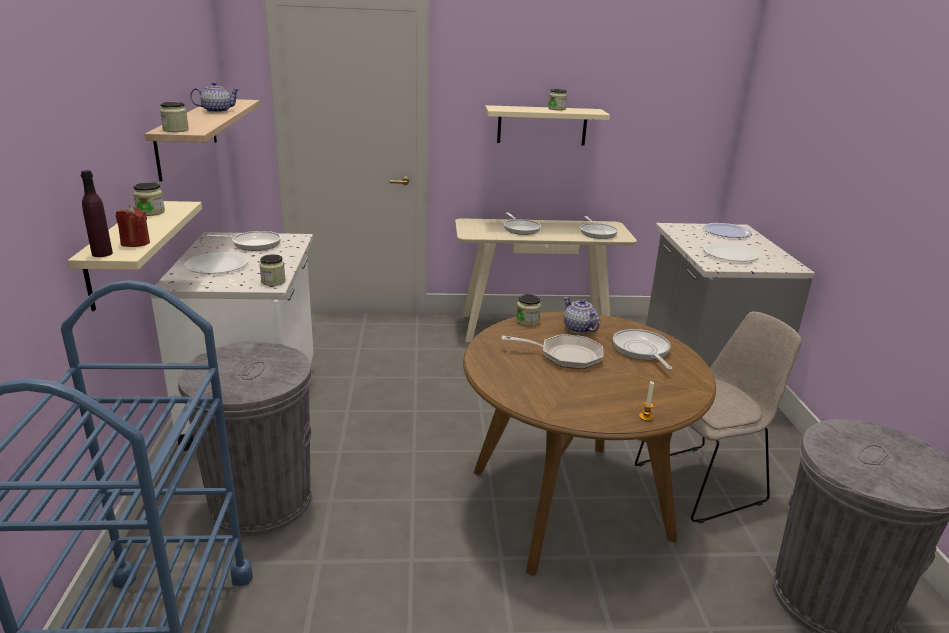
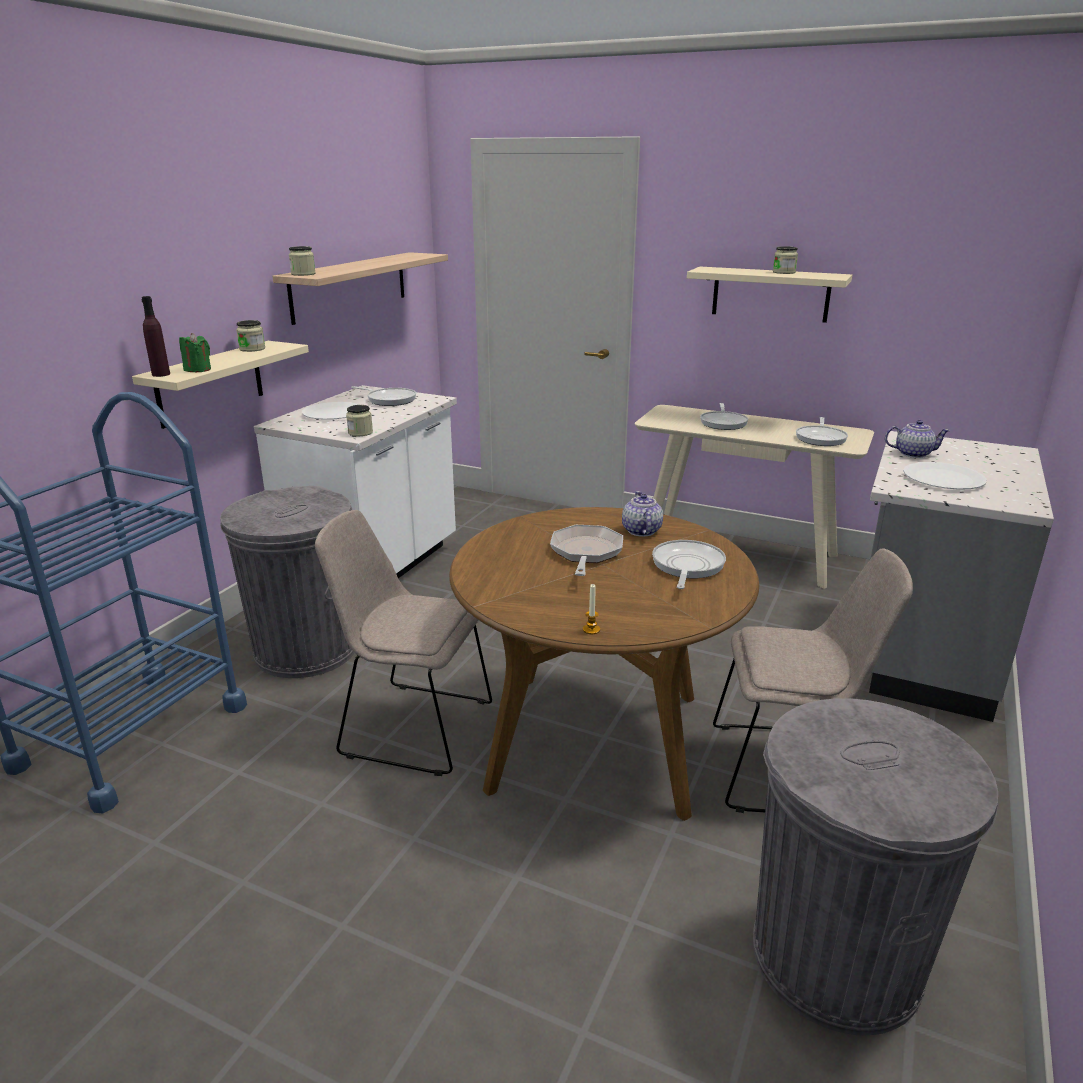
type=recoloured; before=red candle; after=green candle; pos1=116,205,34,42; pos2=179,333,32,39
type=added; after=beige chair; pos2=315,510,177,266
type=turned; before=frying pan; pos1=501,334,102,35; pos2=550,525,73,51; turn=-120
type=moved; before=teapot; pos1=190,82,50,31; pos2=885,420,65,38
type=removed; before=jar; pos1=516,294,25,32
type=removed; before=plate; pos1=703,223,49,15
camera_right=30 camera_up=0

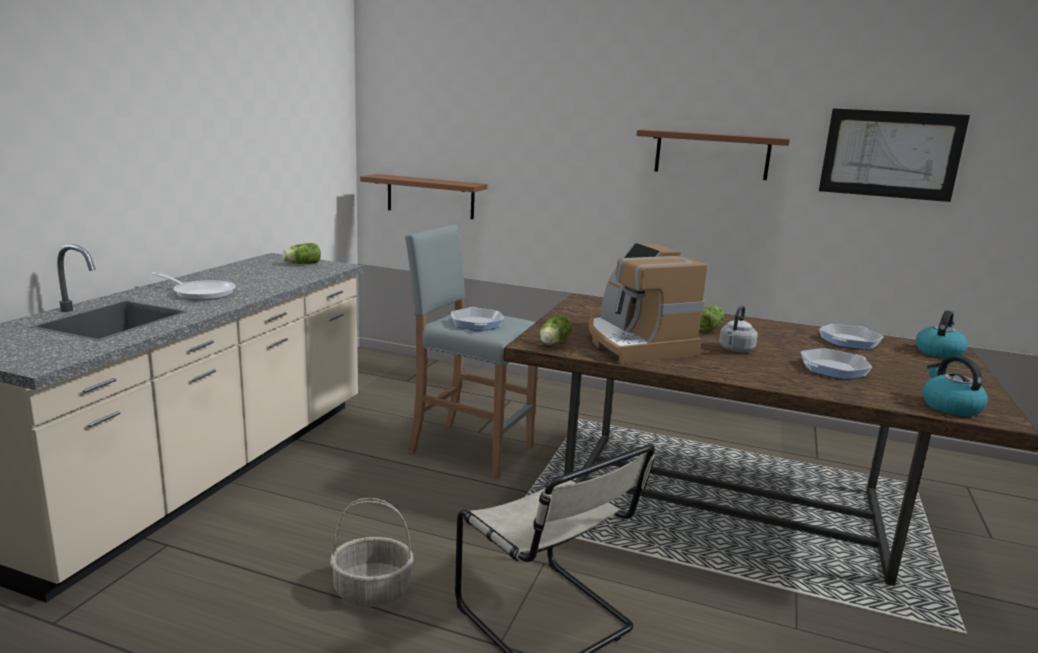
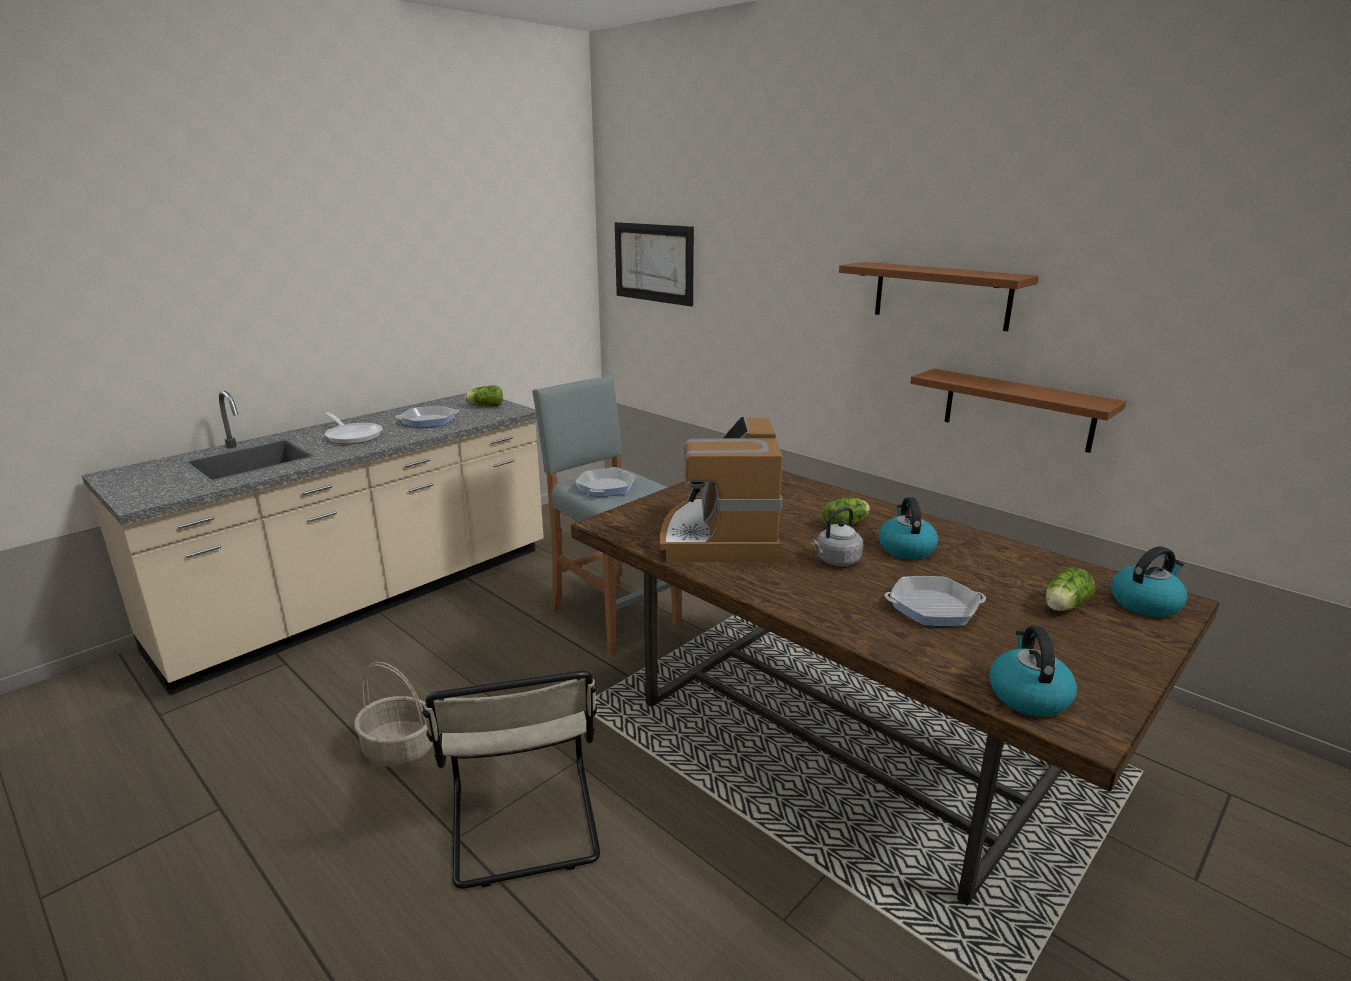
type=moved; before=frying pan; pos1=819,324,65,26; pos2=395,406,64,22
type=moved; before=picture; pos1=819,108,151,94; pos2=615,222,79,85
type=added; after=kettle; pos2=879,497,59,63
type=moved; before=brown shelf; pos1=360,174,127,45; pos2=910,369,216,84
type=moved; before=lettuce; pos1=540,315,32,30; pos2=1046,568,50,43
camera_right=25 camera_up=5

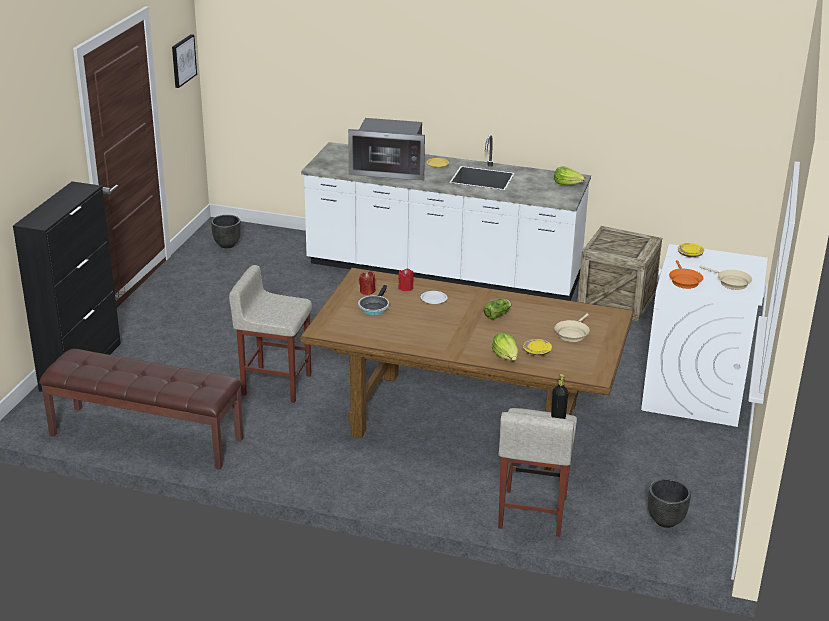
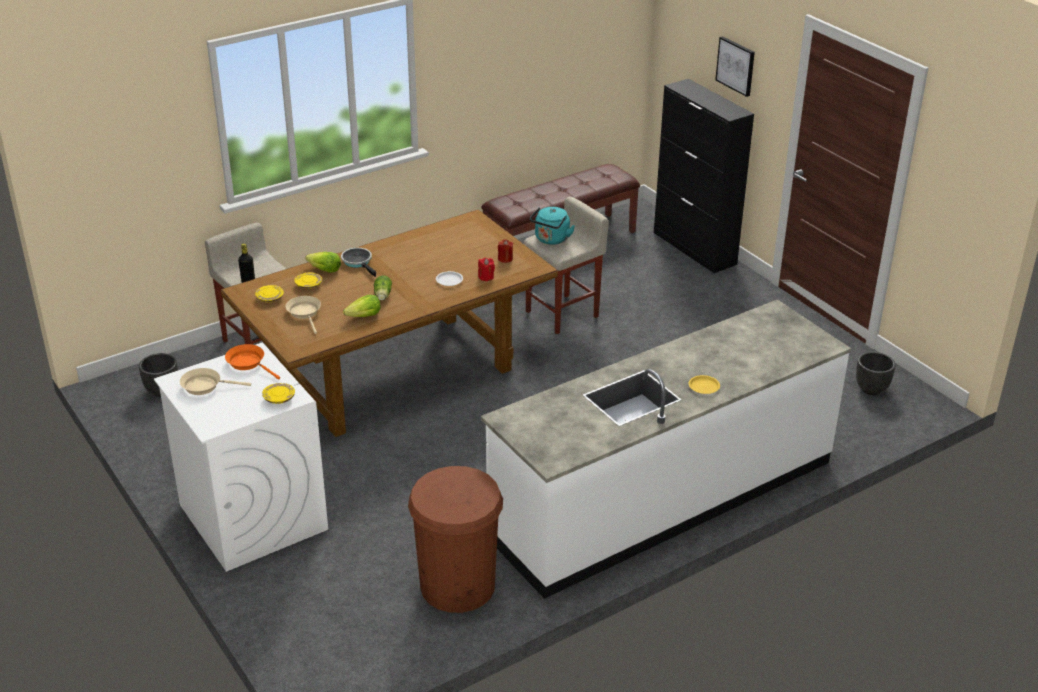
type=added; after=yellow plate; pos2=255,285,29,17
type=moved; before=frying pan; pos1=358,285,31,30; pos2=341,248,35,29
type=moved; before=lettuce; pos1=554,166,31,19; pos2=343,295,37,22
type=replaced; before=crate; after=brown trash can; pos1=577,226,85,96; pos2=408,466,95,147
type=added; after=turquoise kettle; pos2=530,207,45,38
type=moved; before=picture; pos1=172,34,25,54; pos2=715,36,40,61
type=removed; before=microwave; pos1=348,118,77,63
camera_right=130 camera_up=5

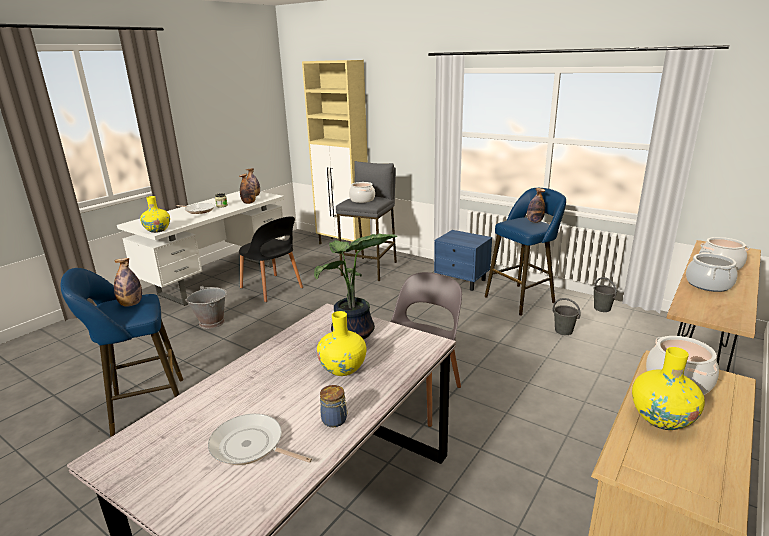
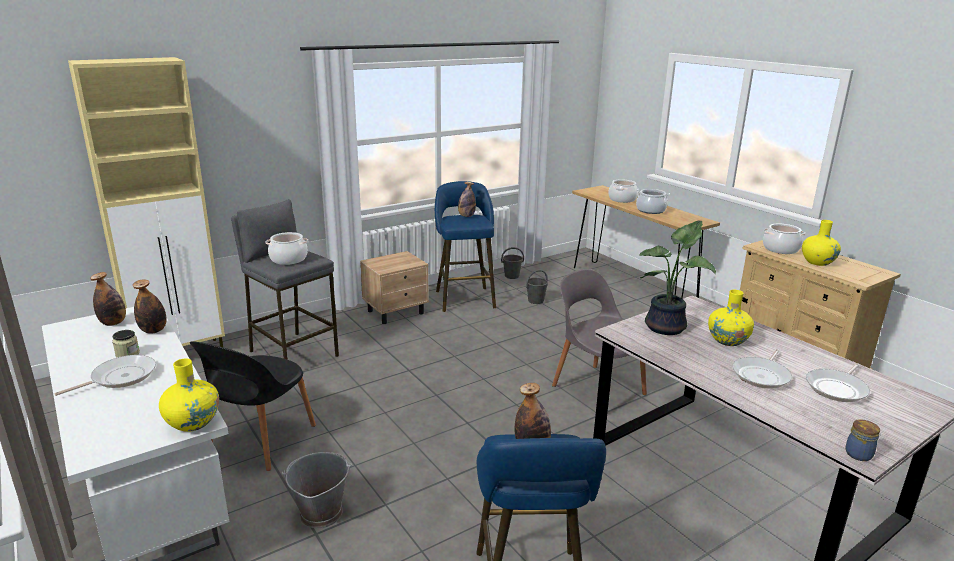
type=turned; before=black chair; pos1=239,216,64,86; pos2=190,341,126,130; turn=135
type=recoloured; before=blue nightstand; after=beige nightstand; pos1=434,230,58,61; pos2=360,251,69,73
type=added; after=frying pan; pos2=732,349,60,40
type=moved; before=jar; pos1=320,385,28,42; pos2=846,419,34,42
camera_right=-70 camera_up=0

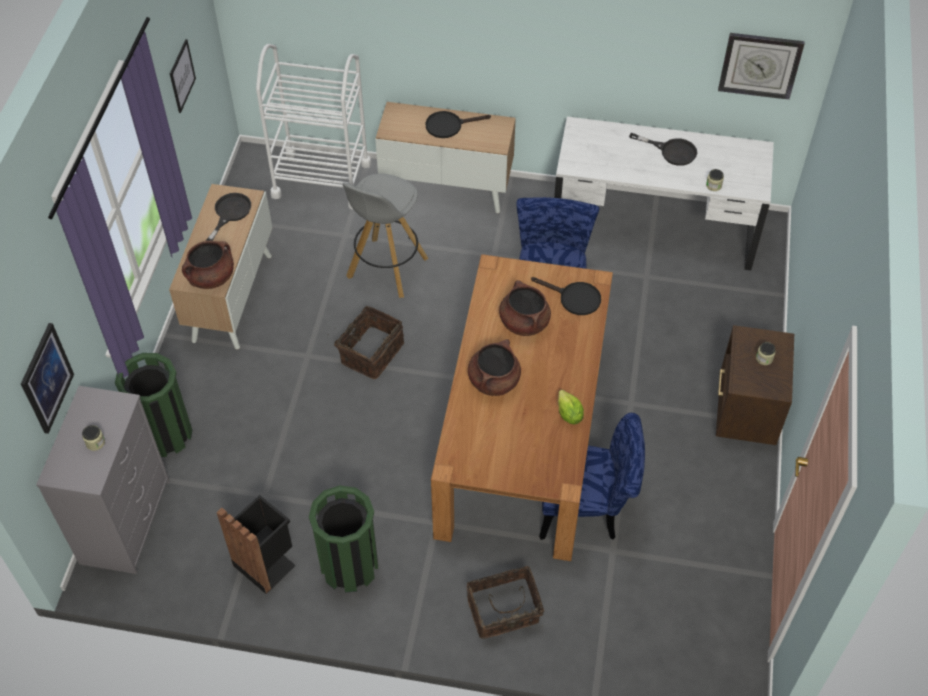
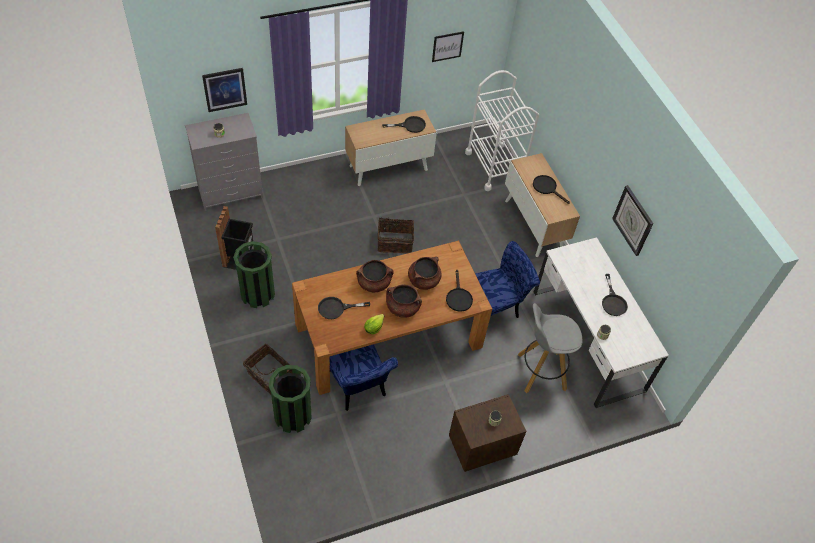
type=moved; before=green trash can; pos1=115,353,77,104; pos2=269,365,43,68
type=added; after=black frying pan; pos2=318,297,52,22
type=moved; before=brown cooking pot; pos1=182,241,52,48; pos2=386,284,36,34
type=moved; before=grey stool; pos1=343,173,86,125; pos2=518,303,64,90
type=moved; before=wall clock; pos1=718,33,87,67; pos2=612,185,42,71
camera_right=55 camera_up=0

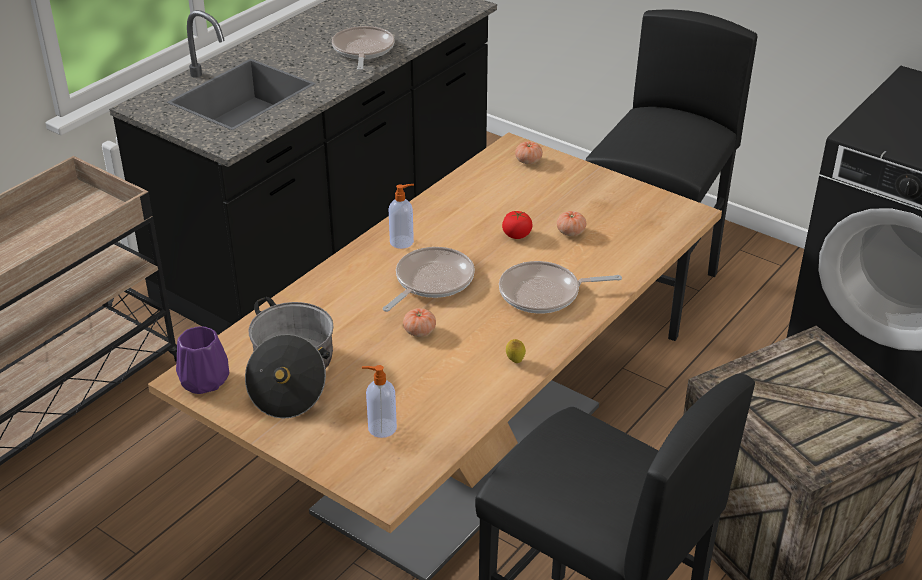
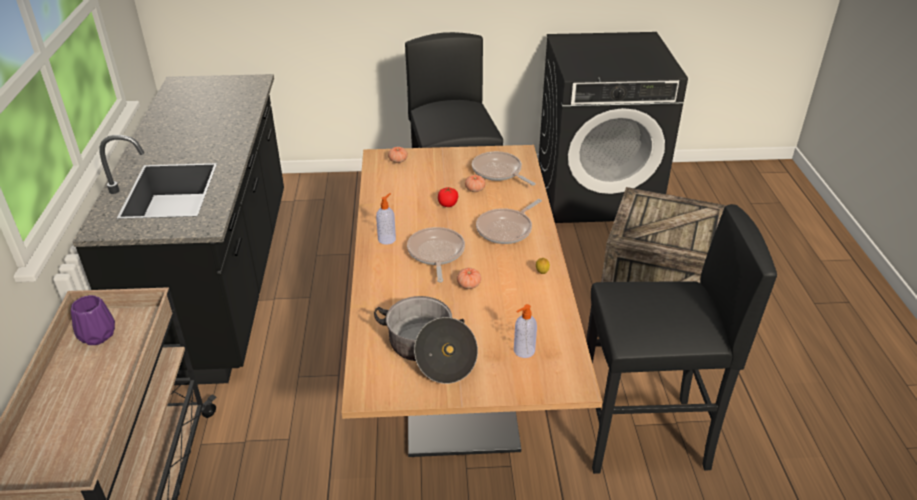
type=moved; before=purple vase; pos1=176,326,53,68; pos2=71,295,44,50
type=moved; before=frying pan; pos1=332,26,63,44; pos2=472,151,64,35
camera_right=-40 camera_up=0

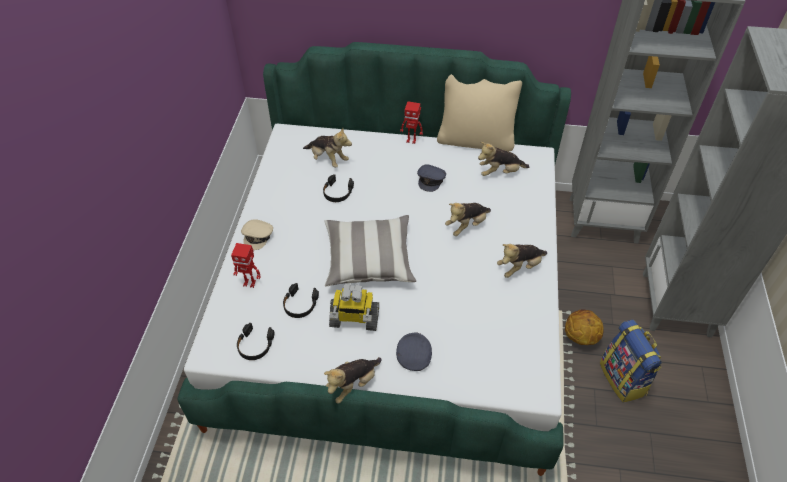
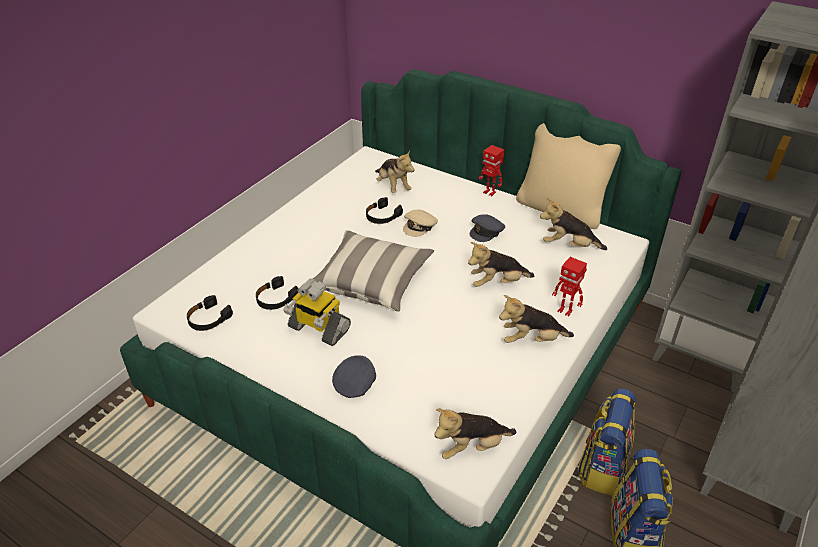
type=moved; before=beige cap; pos1=241,219,32,31; pos2=403,210,35,27
type=moved; before=plush toy; pos1=324,357,58,47; pos2=434,408,82,51
type=moved; before=toy robot; pos1=231,243,30,45; pos2=552,257,35,60
type=replaced; before=basketball; after=backpack; pos1=565,309,39,36; pos2=577,388,59,108
camera_right=25 camera_up=-10

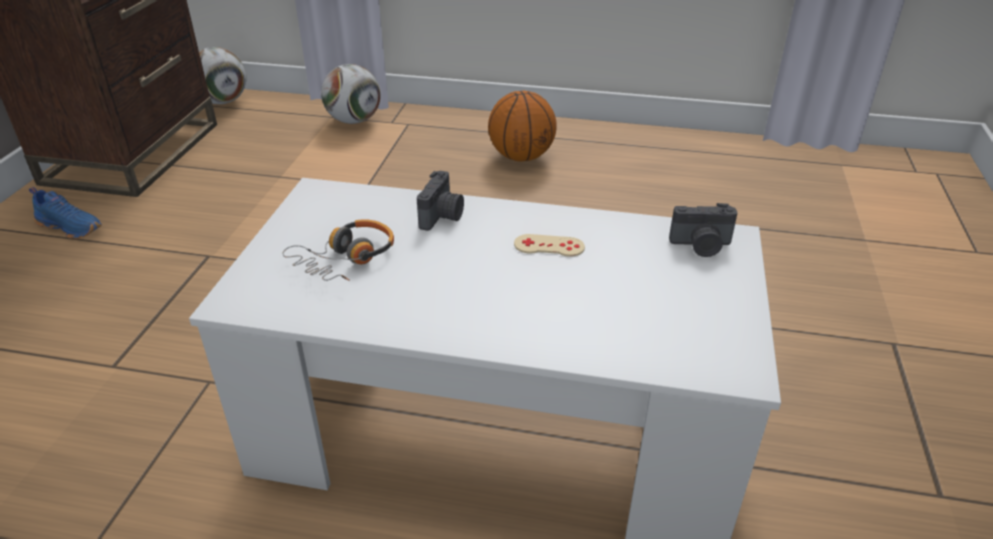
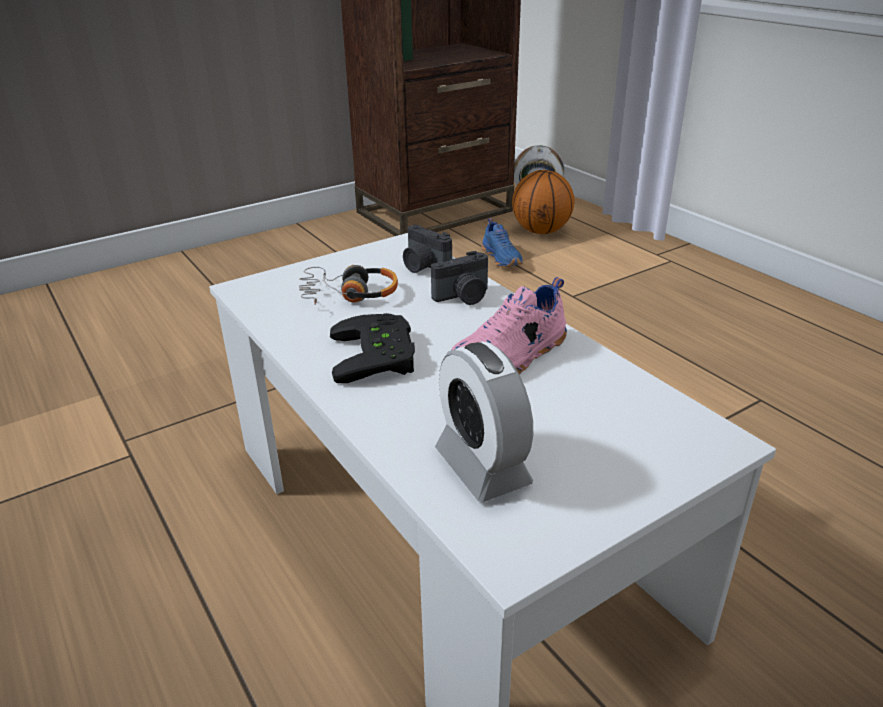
type=added; after=black game controller; pos2=330,313,85,70
type=moved; before=photo camera; pos1=669,203,68,54; pos2=403,225,49,48
type=added; after=alarm clock; pos2=435,342,98,160
type=replaced; before=beige game controller; after=pink shoe; pos1=514,234,71,23; pos2=452,277,115,98
type=moved; before=blue shoe; pos1=29,187,73,52; pos2=481,218,42,49
type=moved; before=basketball; pos1=488,91,69,71; pos2=512,170,63,64
type=removed; before=football; pos1=321,64,60,60
camera_right=45 camera_up=-5

